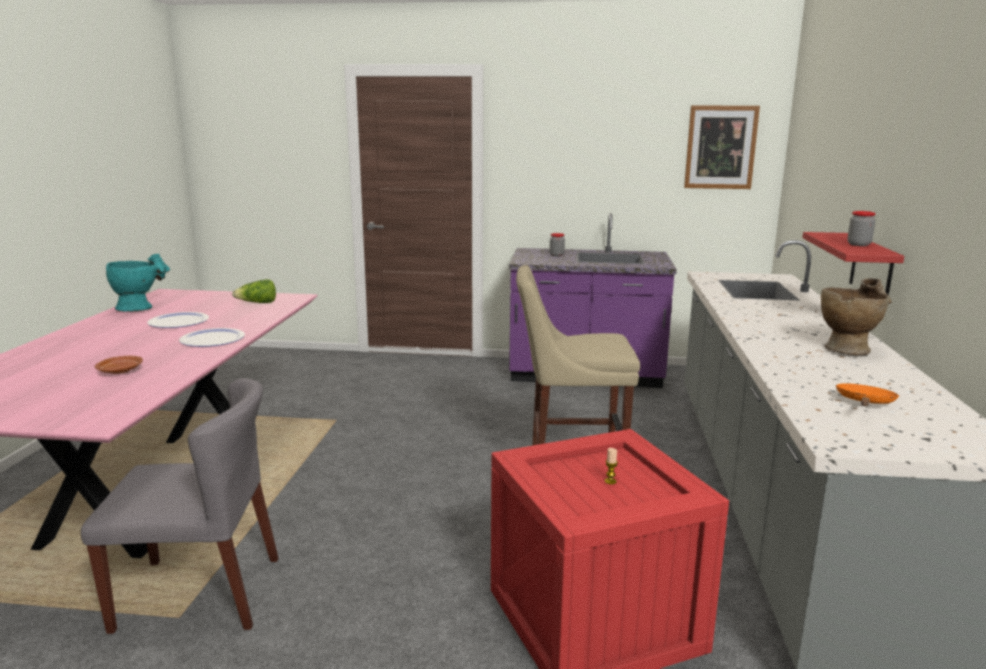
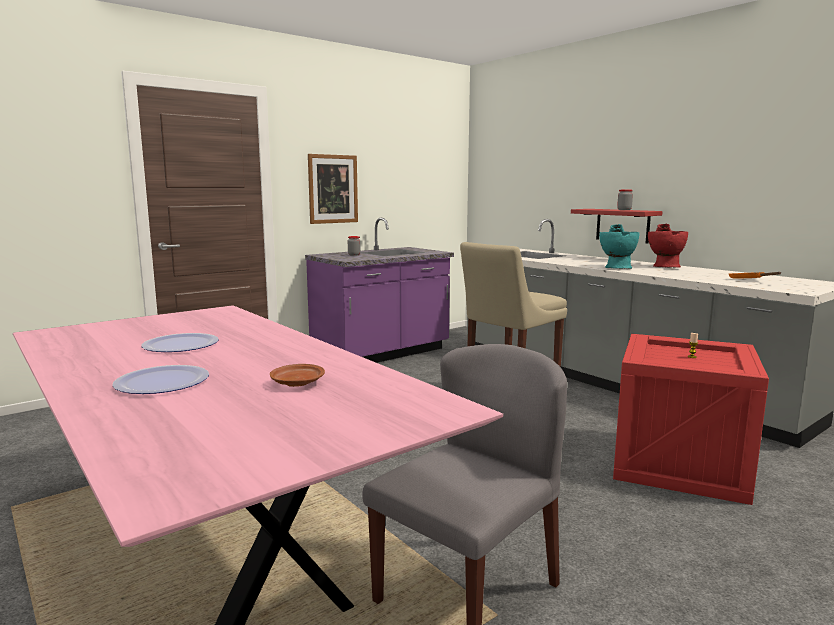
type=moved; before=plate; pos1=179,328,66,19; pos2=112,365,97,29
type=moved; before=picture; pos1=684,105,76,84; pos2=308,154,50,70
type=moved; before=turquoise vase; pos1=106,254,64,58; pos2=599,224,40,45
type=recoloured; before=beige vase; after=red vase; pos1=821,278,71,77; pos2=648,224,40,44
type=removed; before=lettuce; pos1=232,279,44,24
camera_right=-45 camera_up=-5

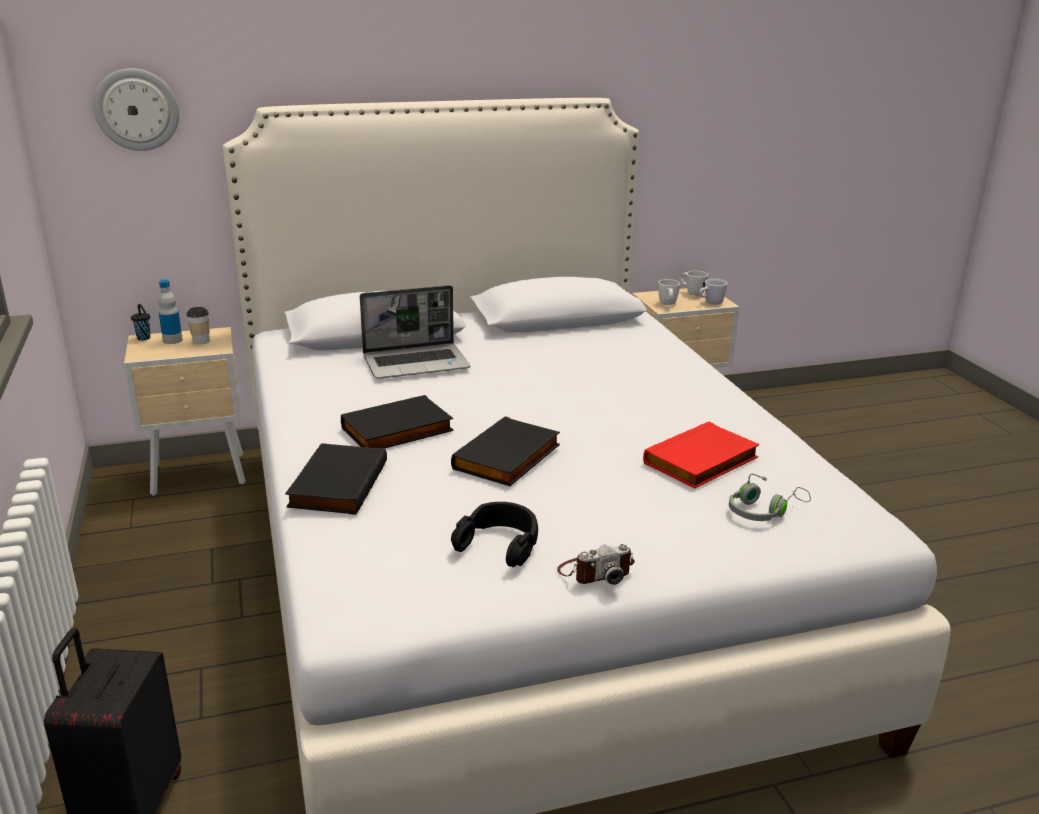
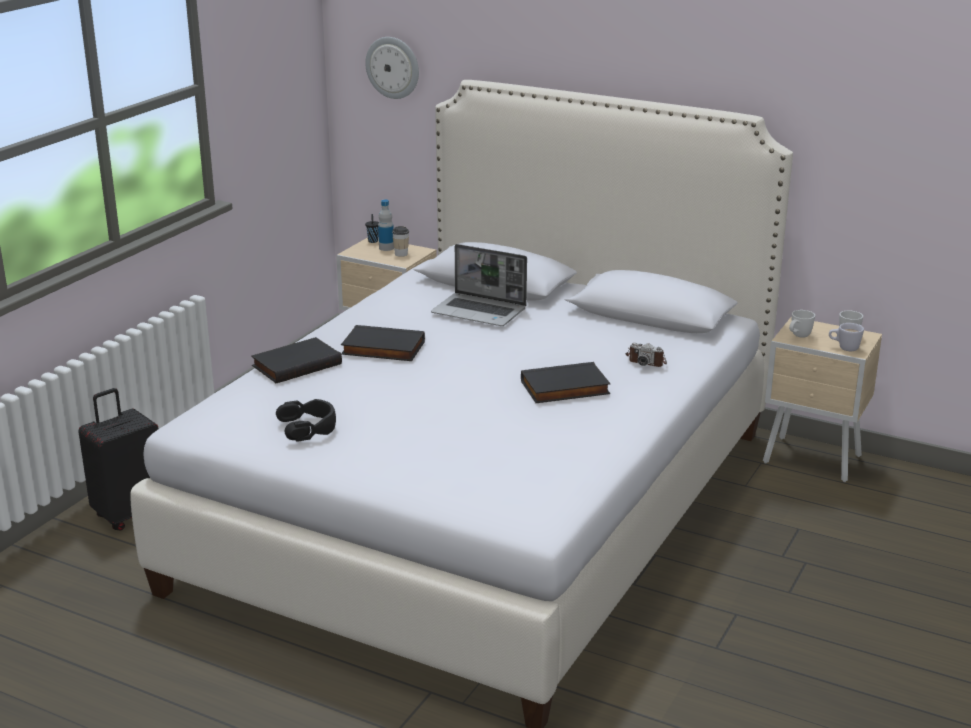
type=moved; before=black book; pos1=451,416,109,70; pos2=521,362,90,41
type=moved; before=photo camera; pos1=557,544,78,41; pos2=626,343,41,24
type=removed; before=red book; pos1=643,422,117,67
type=removed; before=grey headphones; pos1=729,474,82,47
camera_right=45 camera_up=0

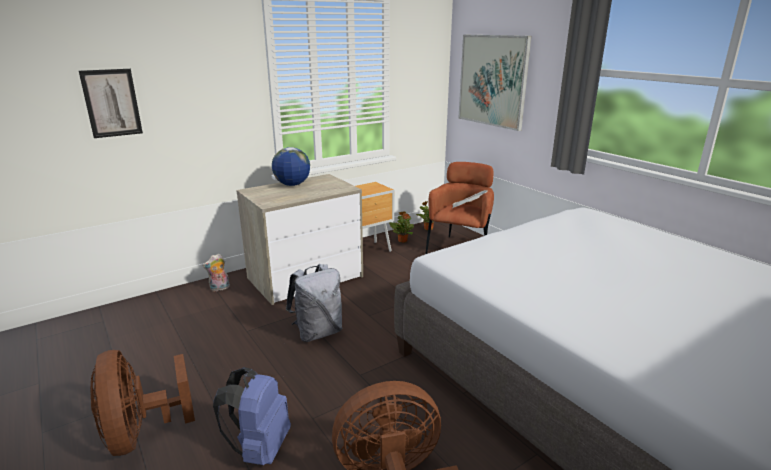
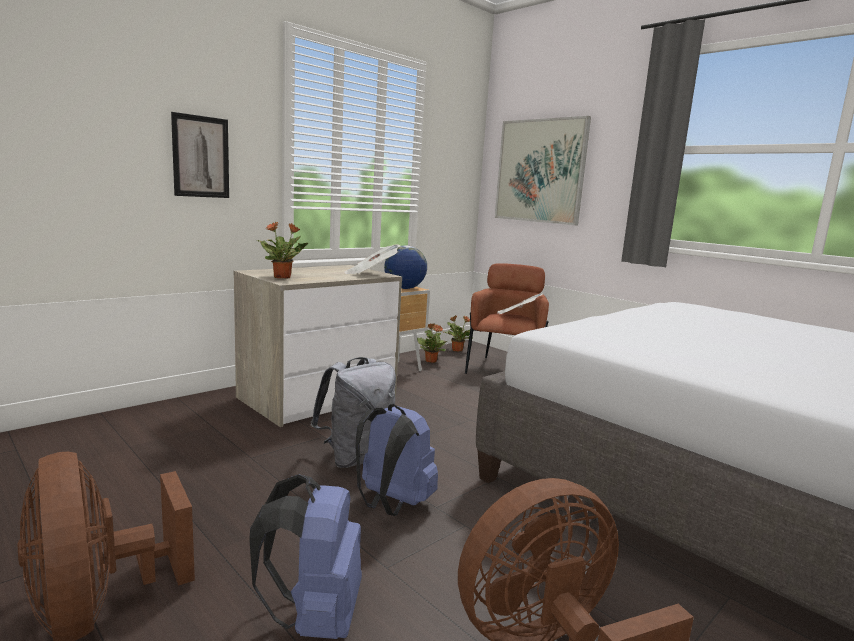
type=moved; before=picture; pos1=79,69,64,69; pos2=171,112,58,86
type=added; after=potted plant; pos2=257,222,51,57
type=added; after=newspaper; pos2=344,244,56,30
type=added; after=blue backpack; pos2=355,404,83,112
type=moved; before=globe; pos1=272,147,38,39; pos2=384,246,43,43
type=removed; before=plush toy; pos1=203,253,27,39
camera_right=-10 camera_up=-10

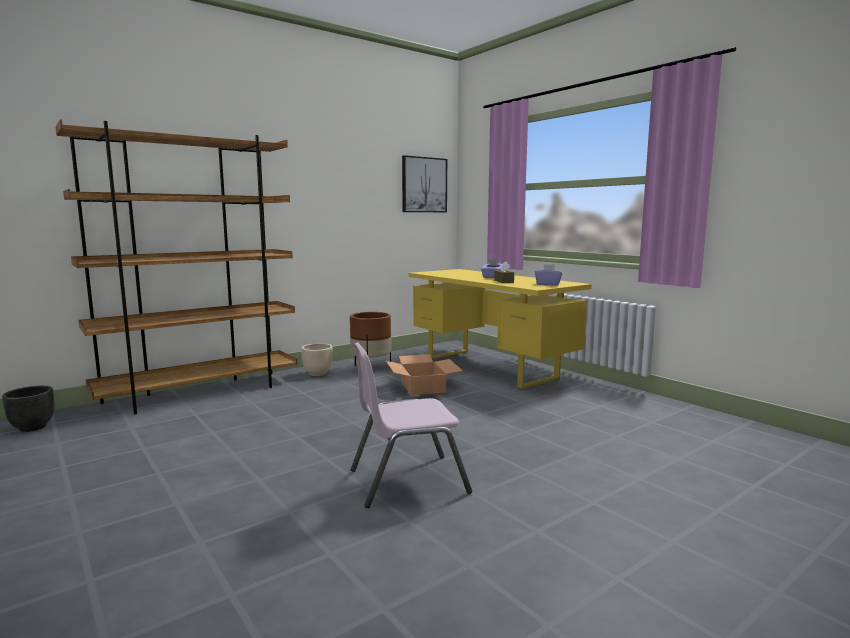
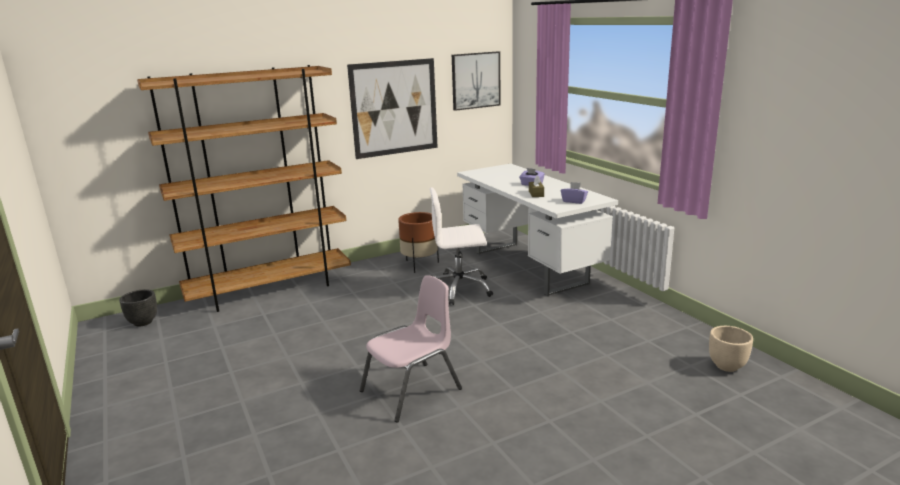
type=added; after=picture; pos2=347,58,91,101
type=turned; before=pink chair; pos1=351,342,121,166; pos2=360,275,102,147; turn=150
type=replaced; before=cardboard box; after=white office chair; pos1=385,354,78,41; pos2=430,187,63,118
type=recoloured; before=yellow desk; after=white desk; pos1=409,269,183,120; pos2=457,164,161,132
type=moved; before=beige planter; pos1=301,343,32,33; pos2=709,326,44,46
camera_right=10 camera_up=10

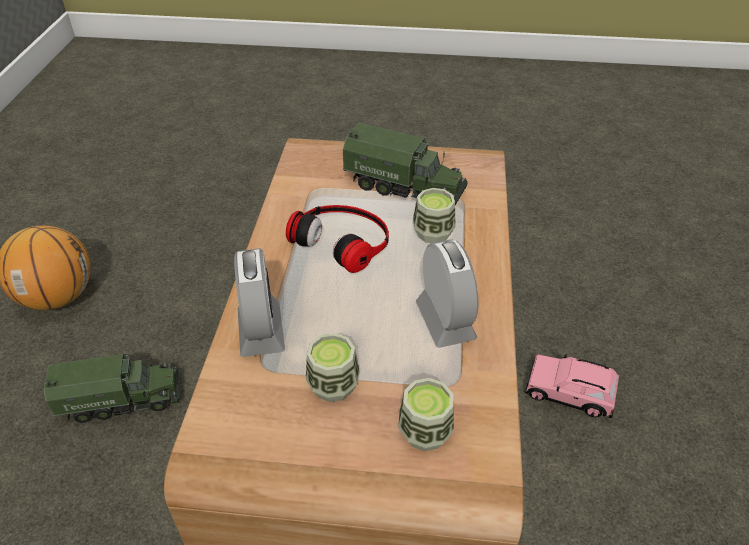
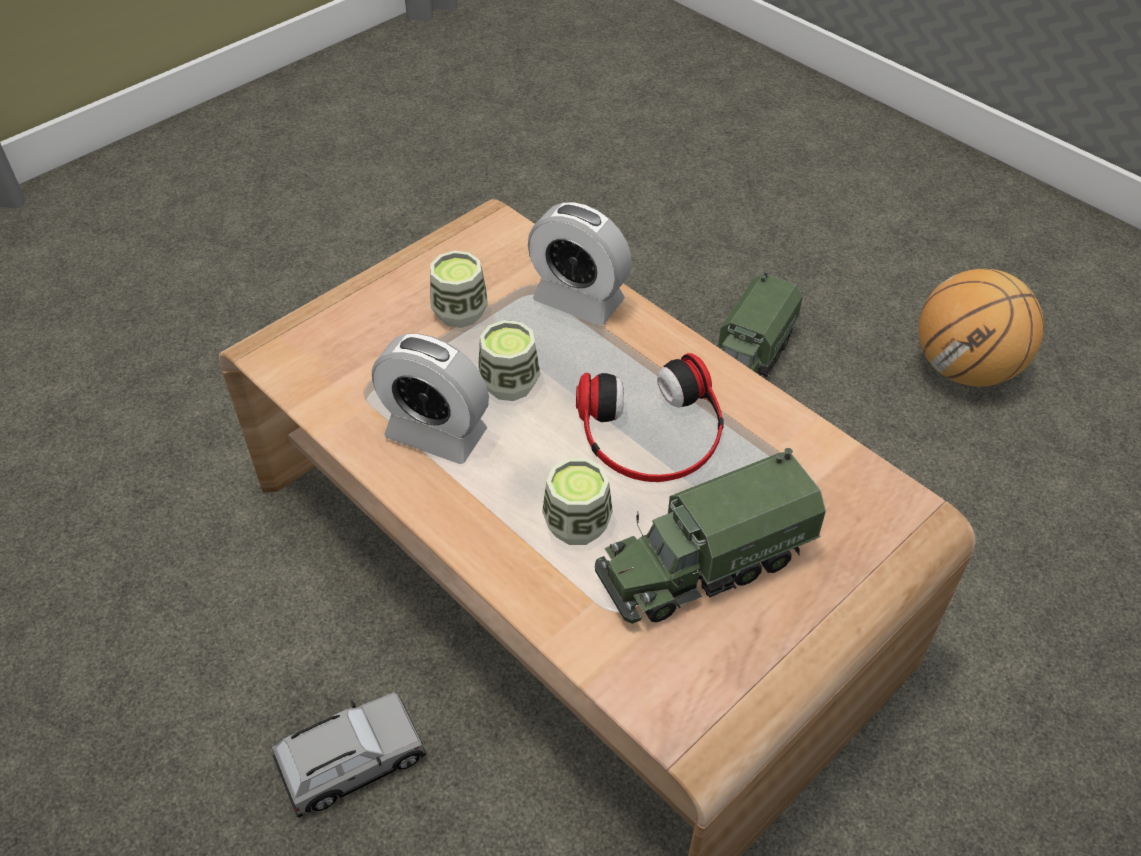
type=recoloured; before=pink toy car; after=grey toy car; pos1=525,354,94,64; pos2=272,692,155,125
type=moved; before=cup; pos1=398,378,56,73; pos2=478,320,62,81
camera_right=130 camera_up=5

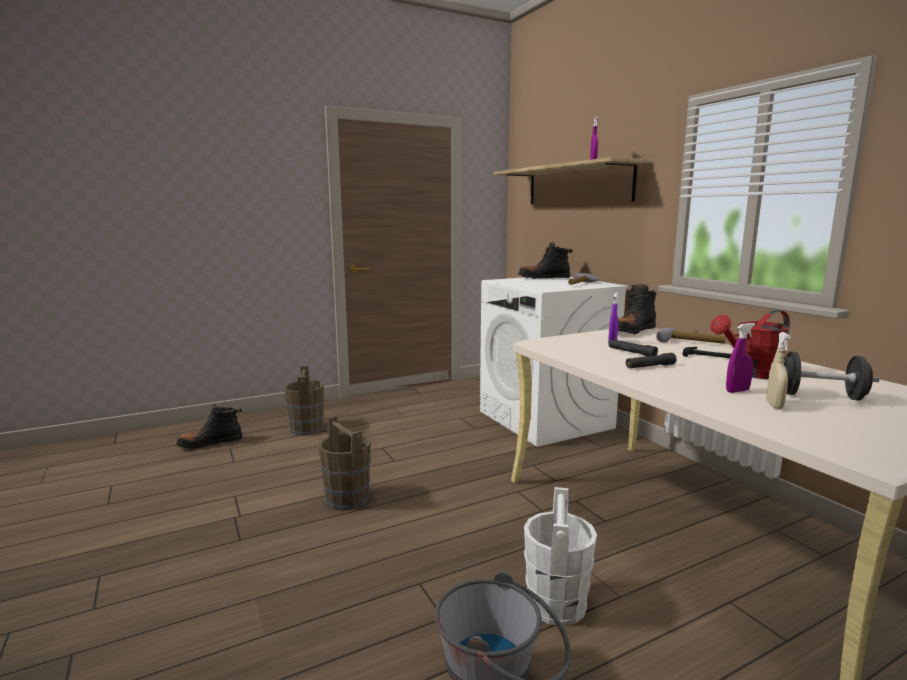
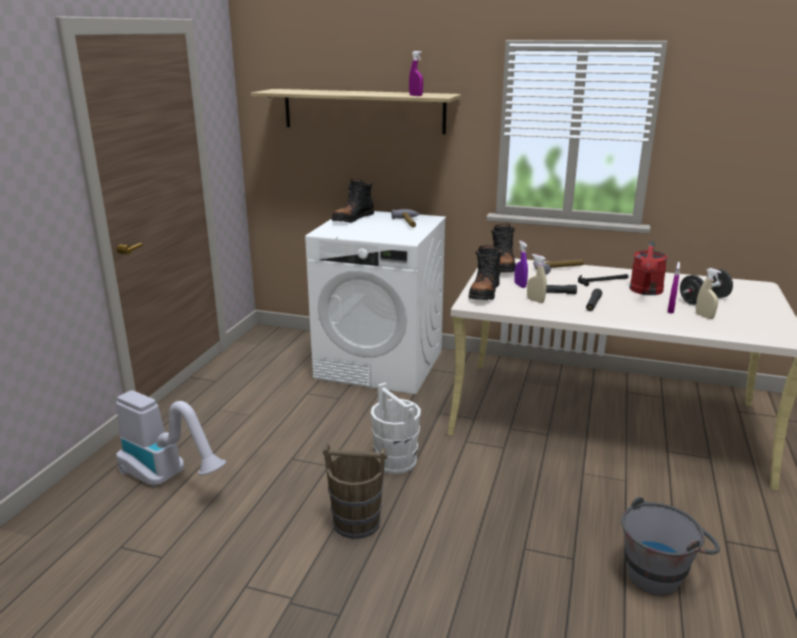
type=replaced; before=brown bucket; after=vacuum cleaner; pos1=284,366,40,70; pos2=116,390,110,97
type=moved; before=white bucket; pos1=524,487,73,139; pos2=371,382,50,92
type=moved; before=black boot; pos1=176,404,66,45; pos2=469,245,33,55
type=added; after=beige spray bottle; pos2=527,254,20,49
camera_right=-45 camera_up=10

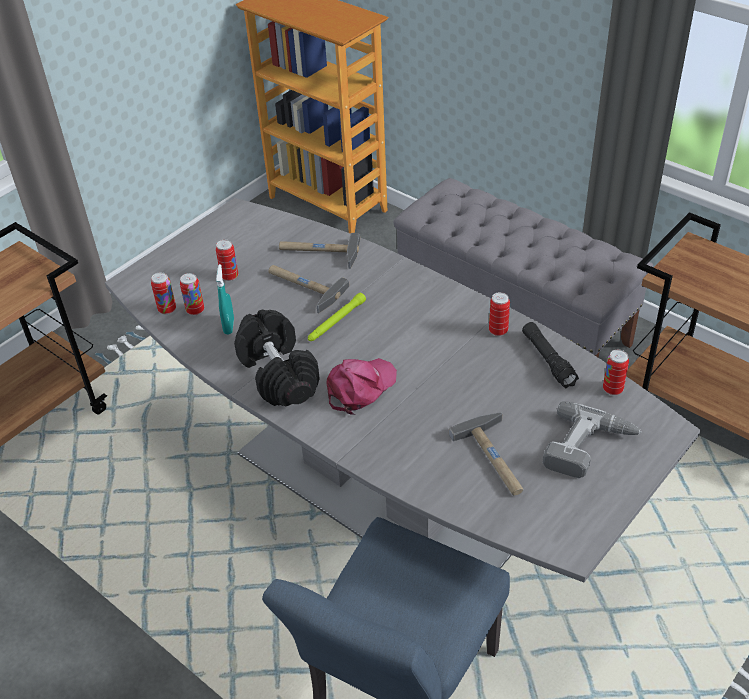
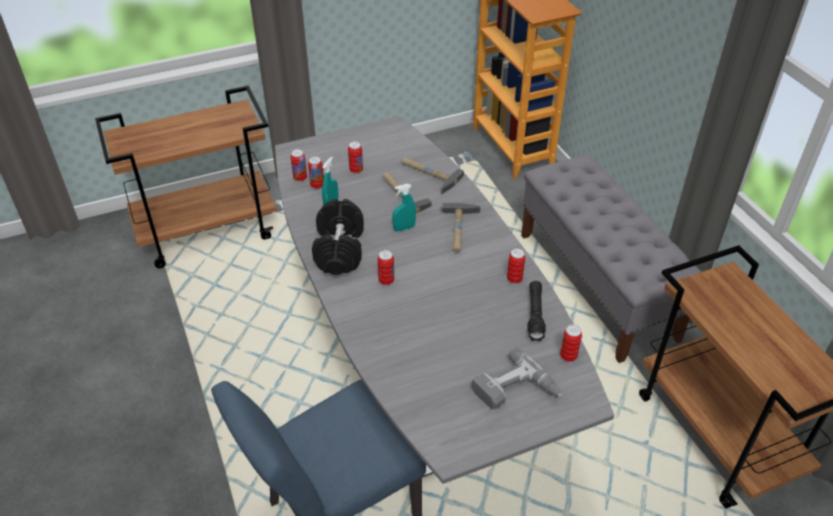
type=replaced; before=pink cap; after=can; pos1=327,358,70,57; pos2=378,250,16,35
type=replaced; before=green flashlight; after=turquoise spray bottle; pos1=308,293,58,48; pos2=392,184,24,48
type=moved; before=hammer; pos1=449,412,75,83; pos2=442,203,39,50
camera_right=25 camera_up=0

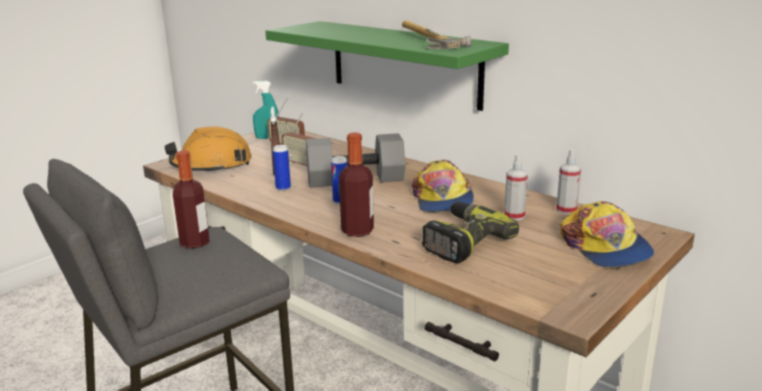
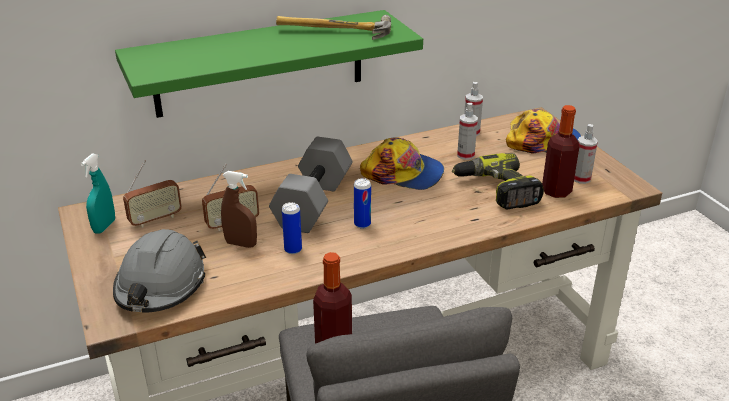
type=recoloured; before=orange hard hat; after=grey hard hat; pos1=164,126,88,47; pos2=113,229,93,84
type=moved; before=bottle; pos1=339,132,35,105; pos2=542,105,38,93
type=added; after=spray bottle; pos2=574,124,24,60
camera_right=-65 camera_up=10

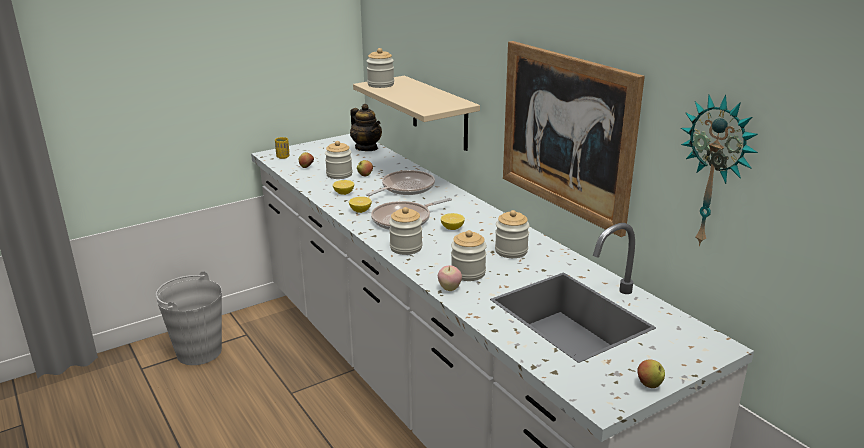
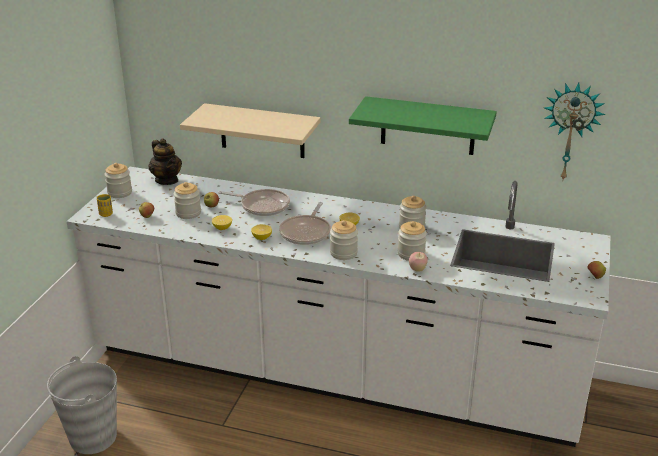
type=moved; before=jar; pos1=367,48,27,40; pos2=104,163,28,35
type=turned; before=teapot; pos1=350,104,32,47; pos2=148,139,34,46; turn=45
type=turned; before=frying pan; pos1=366,170,69,26; pos2=218,189,72,27; turn=105
type=replaced; before=picture; after=green shelf; pos1=503,41,142,196; pos2=349,96,148,59
camera_right=-40 camera_up=5

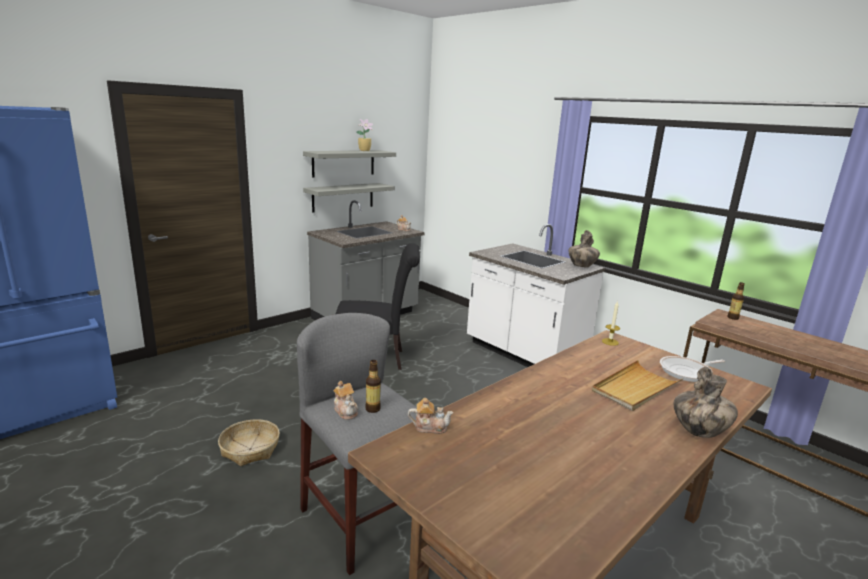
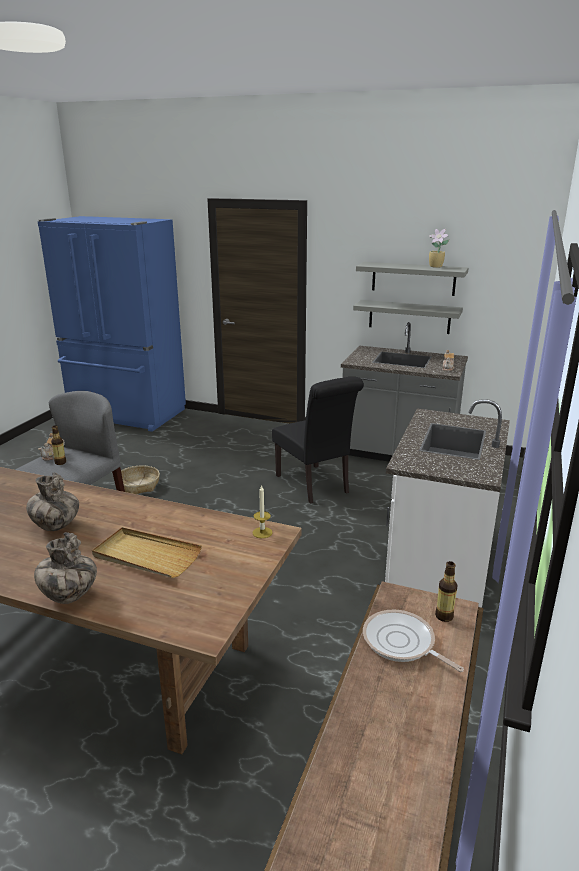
type=moved; before=vase; pos1=568,230,32,38; pos2=26,472,53,59
type=moved; before=frying pan; pos1=660,356,65,26; pos2=363,610,101,62
type=removed; before=teapot; pos1=408,398,46,36
camera_right=65 camera_up=5

